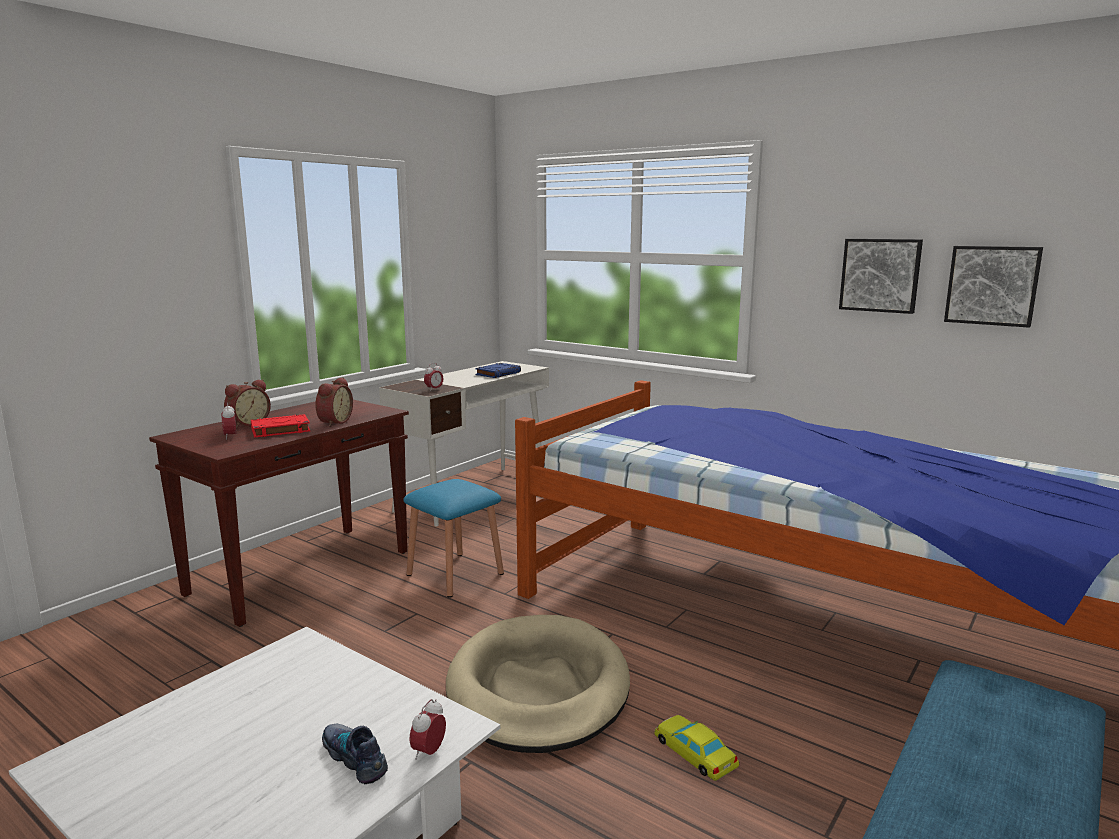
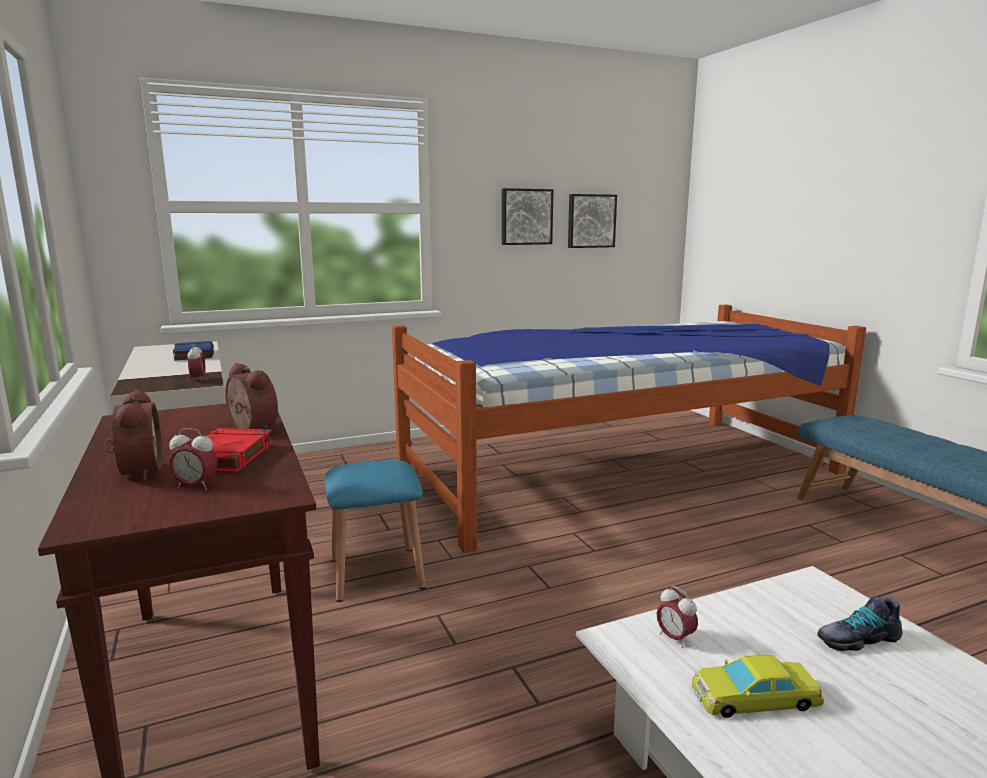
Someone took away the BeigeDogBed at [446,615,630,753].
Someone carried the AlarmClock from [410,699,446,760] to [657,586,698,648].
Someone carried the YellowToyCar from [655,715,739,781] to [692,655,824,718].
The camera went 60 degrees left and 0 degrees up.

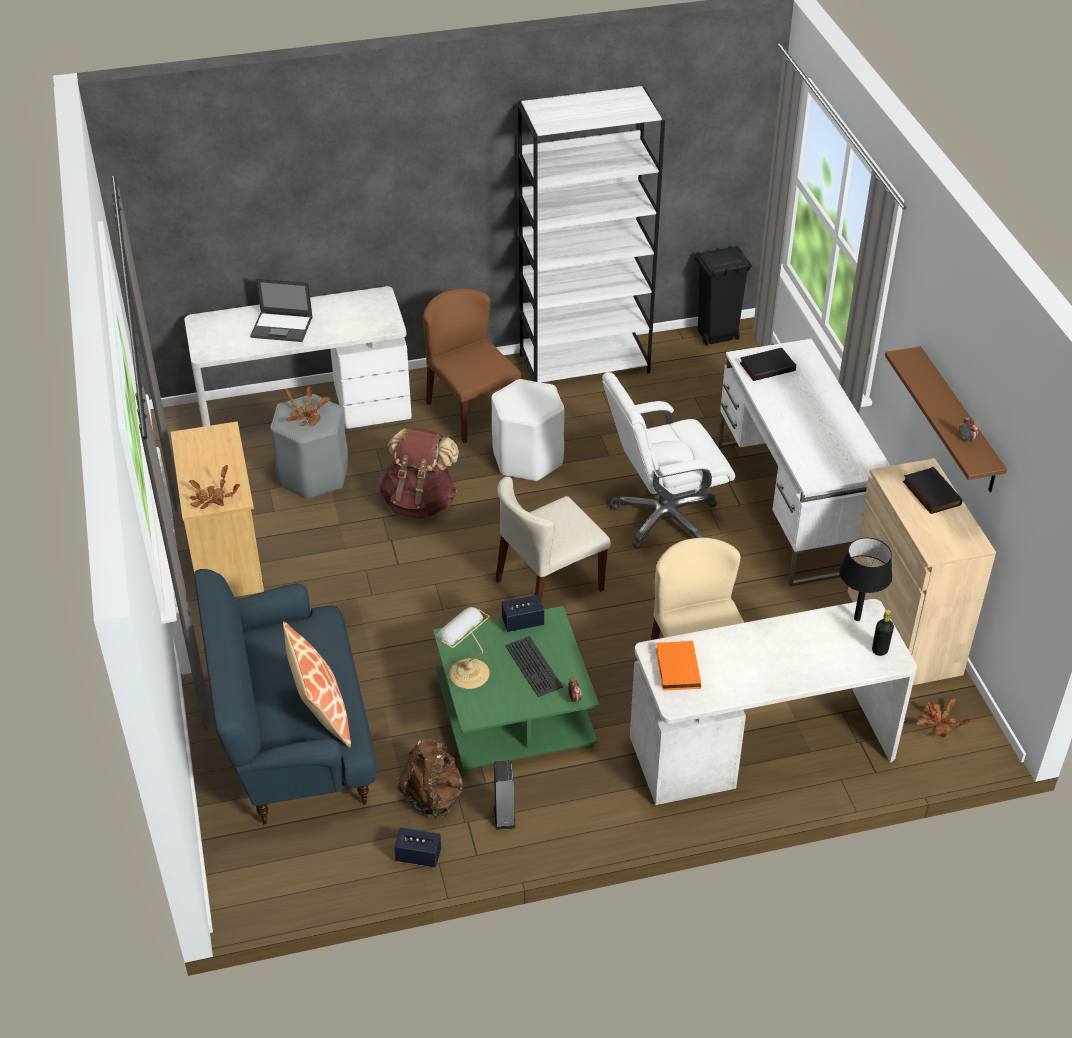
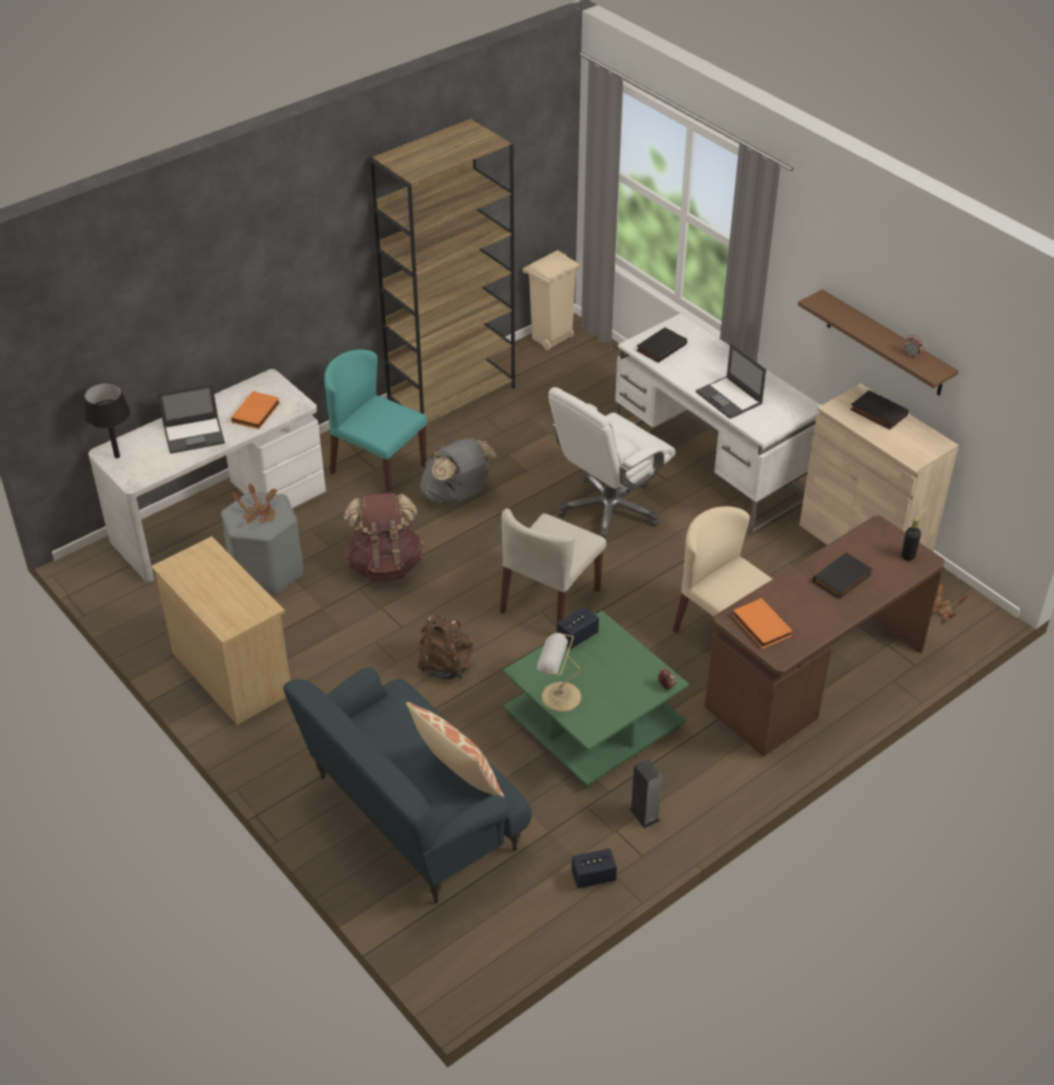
Someone repainted the WhiteBookcase at [518,86,665,383], which became the BrownBookcase at [370,118,515,423].
Someone repainted the BlackTrashCan at [694,246,752,346], which became the BeigeTrashCan at [523,250,580,350].
Someone repainted the BrownChair at [423,288,521,443], which became the TurquoiseChair at [324,349,427,493].
Someone swapped the WhiteStool at [491,379,564,482] for the GreyBackpack at [420,438,497,505].
Someone took away the PottedPlant at [188,465,240,509].
Someone carried the BlackTableLamp from [839,538,892,621] to [85,382,130,458].
Someone repainted the WhiteDesk at [630,599,917,805], which became the BrownDesk at [704,516,945,757].
Someone took away the Keyboard at [505,636,563,697].
Someone carried the BrownBackpack from [397,739,463,819] to [418,614,473,679].
Someone put down the Laptop at [696,343,766,419].
Someone put down the OrangeBook at [231,391,280,429].
Someone put down the BlackBook at [813,552,872,599].
The camera went 25 degrees left and 0 degrees up.

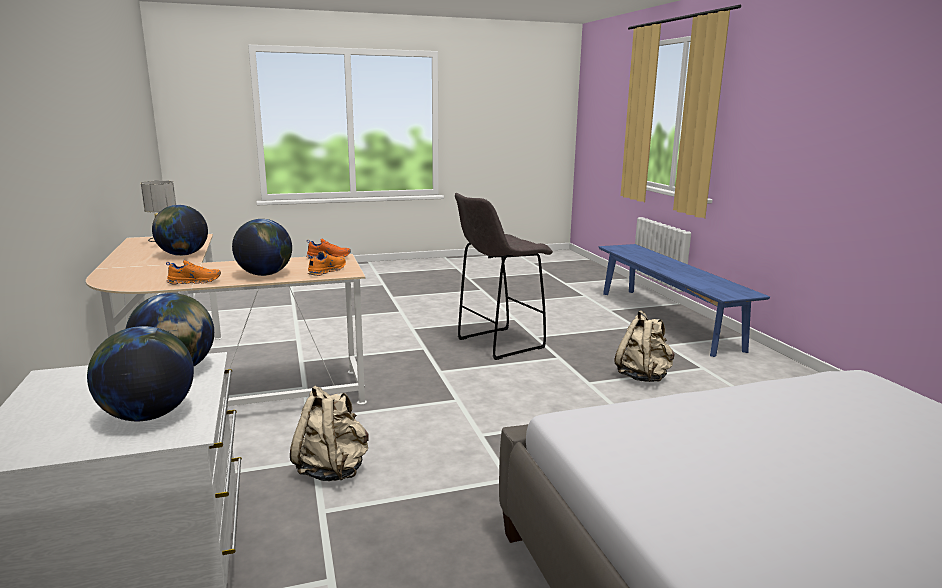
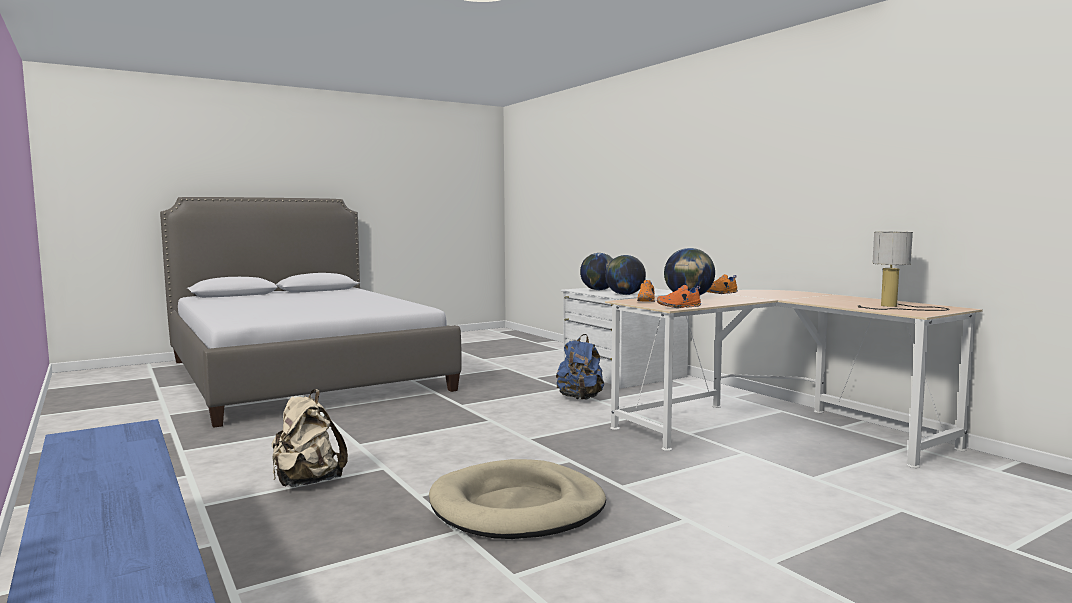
Someone swapped the GreyStool at [455,193,553,360] for the BeigeDogBed at [429,459,606,539].
Someone took away the Globe at [152,205,208,256].
Someone repainted the BeigeBackpack at [290,386,369,481], which became the BlueBackpack at [556,334,604,400].
The camera went 165 degrees right and 10 degrees down.

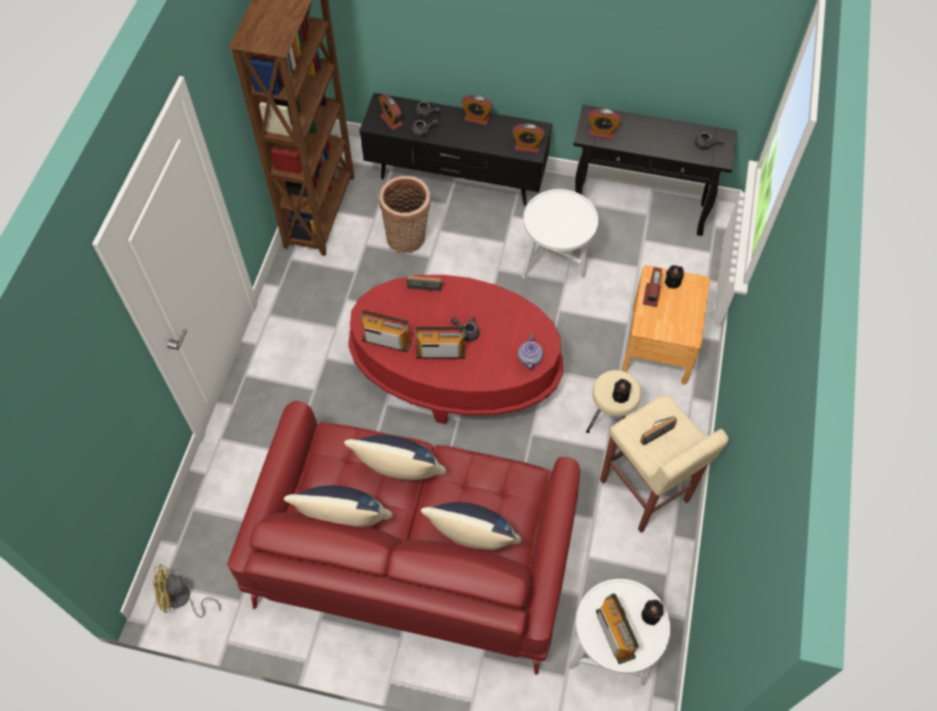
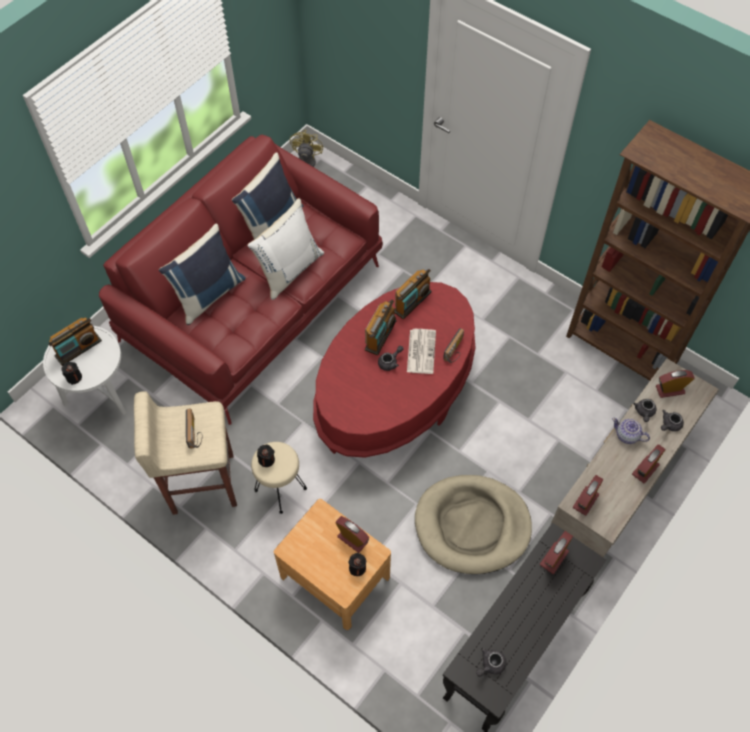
Someone repainted the BlackTvStand at [359,93,553,205], which became the BeigeTvStand at [550,358,719,557].
Someone took away the Basket at [379,176,431,253].
Someone swapped the WhiteSideTable at [522,189,598,279] for the BeigeDogBed at [415,475,532,574].
Someone carried the Teapot from [518,334,543,369] to [612,418,650,444].
Someone repainted the BluePillow at [344,435,446,480], which became the WhitePillow at [247,198,324,300].
Someone rotated the Radio at [596,594,639,664] by 45 degrees counterclockwise.
Someone put down the Newspaper at [407,329,436,374].
The camera went 115 degrees right and 0 degrees up.

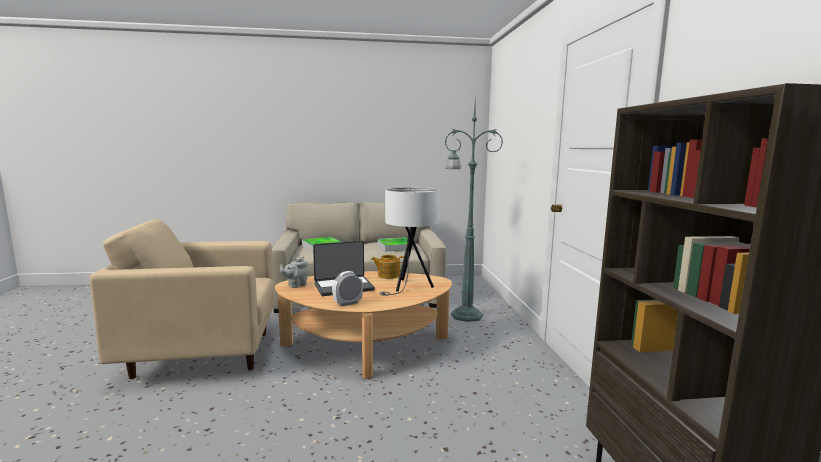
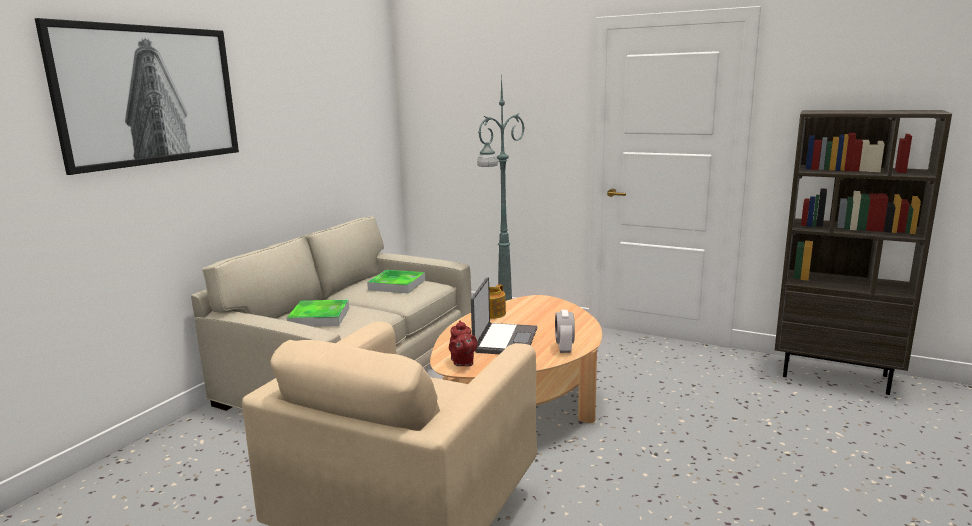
Someone took away the WhiteTableLamp at [379,187,439,296].
Someone repainted the GreyTeapot at [280,257,308,288], which became the RedTeapot at [449,321,478,367].
Someone put up the Picture at [35,18,239,175].
The camera went 55 degrees left and 5 degrees up.

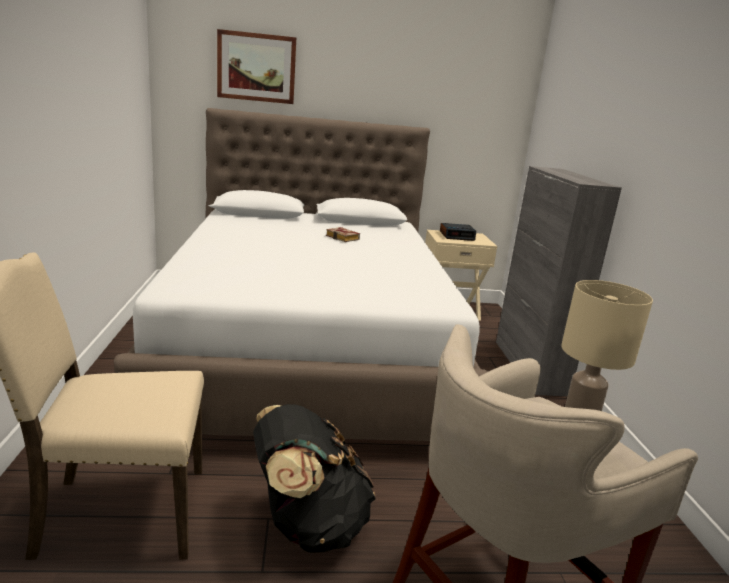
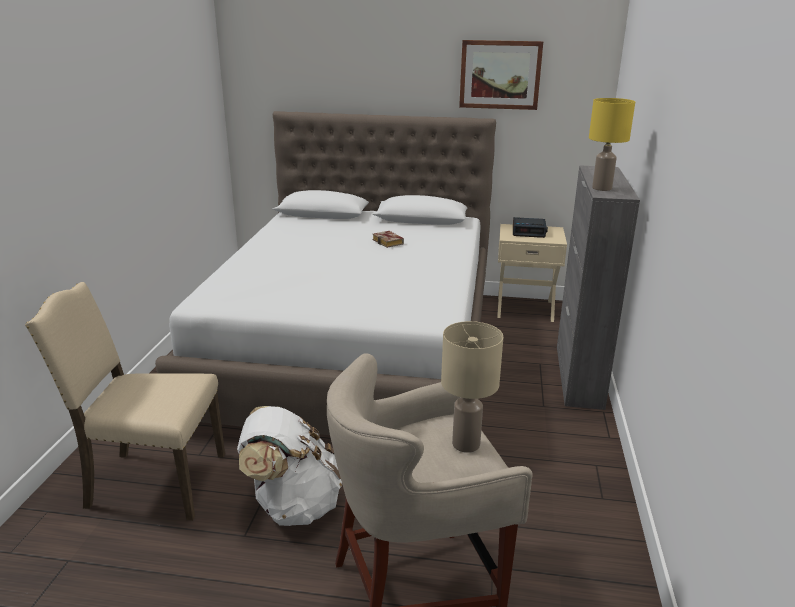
Someone carried the Picture from [217,29,296,104] to [459,40,543,110].
Someone repainted the BlackBackpack at [253,404,376,553], which became the WhiteBackpack at [237,406,342,526].
Someone put down the YellowTableLamp at [589,98,635,191].
The camera went 15 degrees right and 5 degrees up.

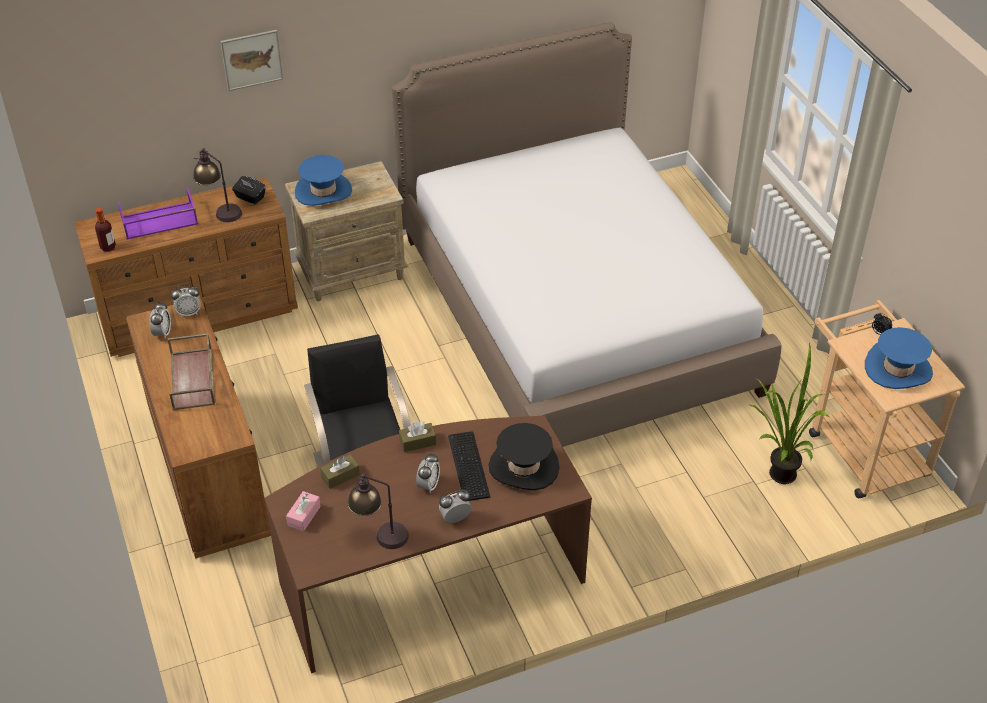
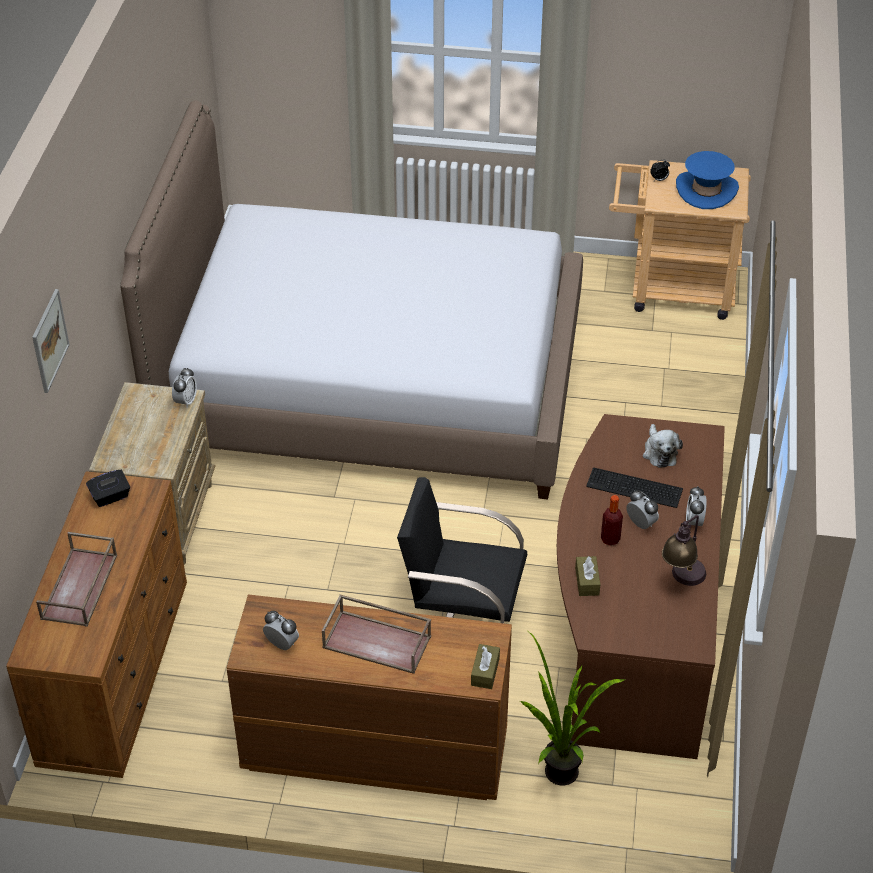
Someone took away the TableLamp at [193,148,242,222].
Someone took away the BlueHat at [295,155,352,206].
Someone repainted the PurpleTray at [118,187,198,239], which became the BrownTray at [36,532,117,627].
Someone carried the Bottle from [95,208,116,252] to [601,495,623,546].
Someone carried the AlarmClock from [171,285,201,317] to [172,367,197,408].
Someone carried the PottedPlant from [750,343,829,484] to [520,632,625,785].
Someone carried the BrownTissueBox from [399,421,436,452] to [471,644,500,689].
Someone swapped the BlackHat at [489,423,559,490] for the PlushToy at [643,424,683,468].
Someone took away the PinkTissueBox at [286,491,321,531].
The camera went 60 degrees left and 0 degrees up.

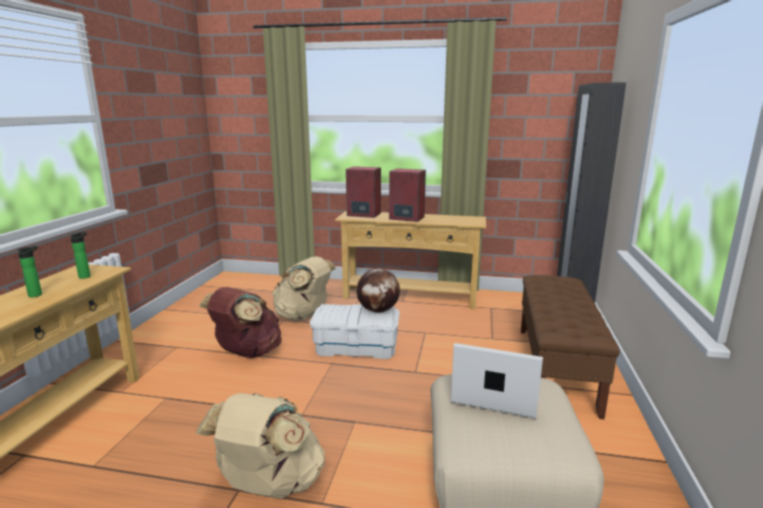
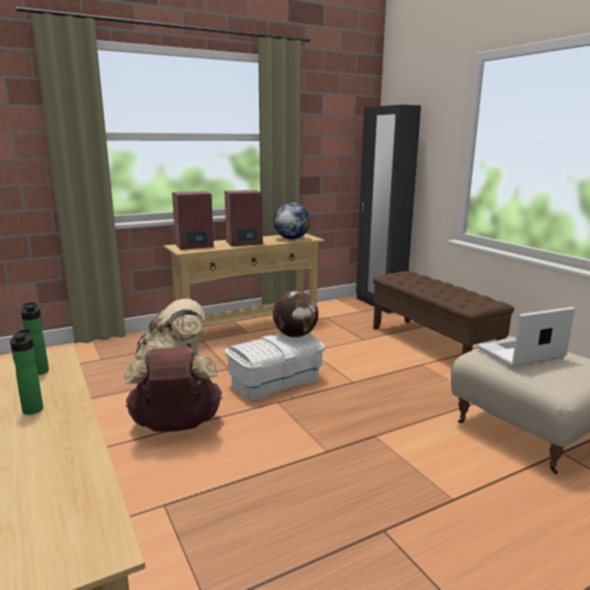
Someone took away the BeigeBackpack at [196,393,325,499].
Someone put down the Globe at [274,202,310,239].
The camera went 40 degrees left and 0 degrees up.

